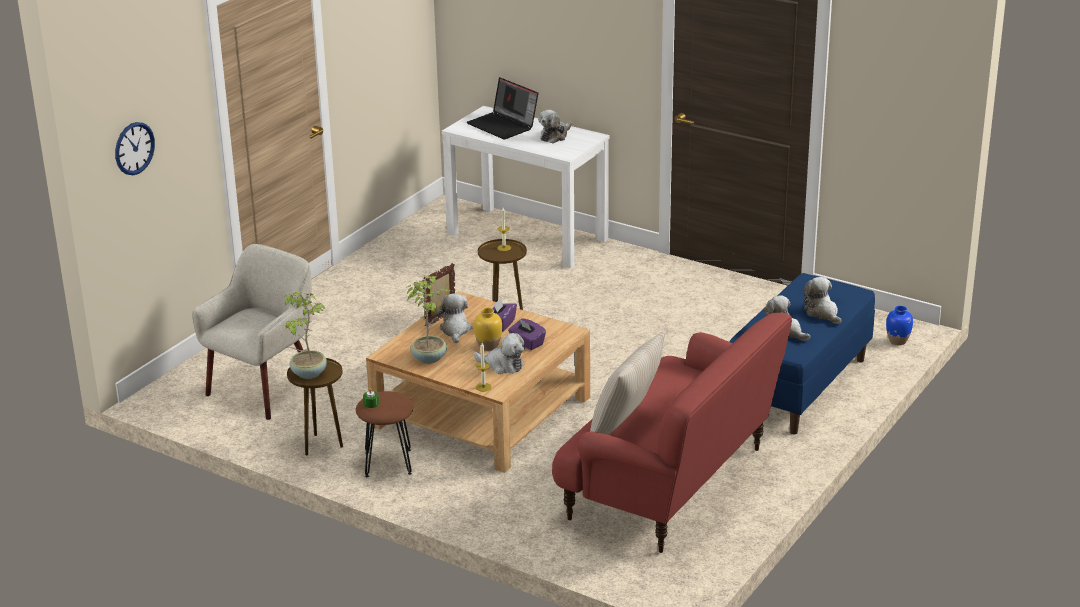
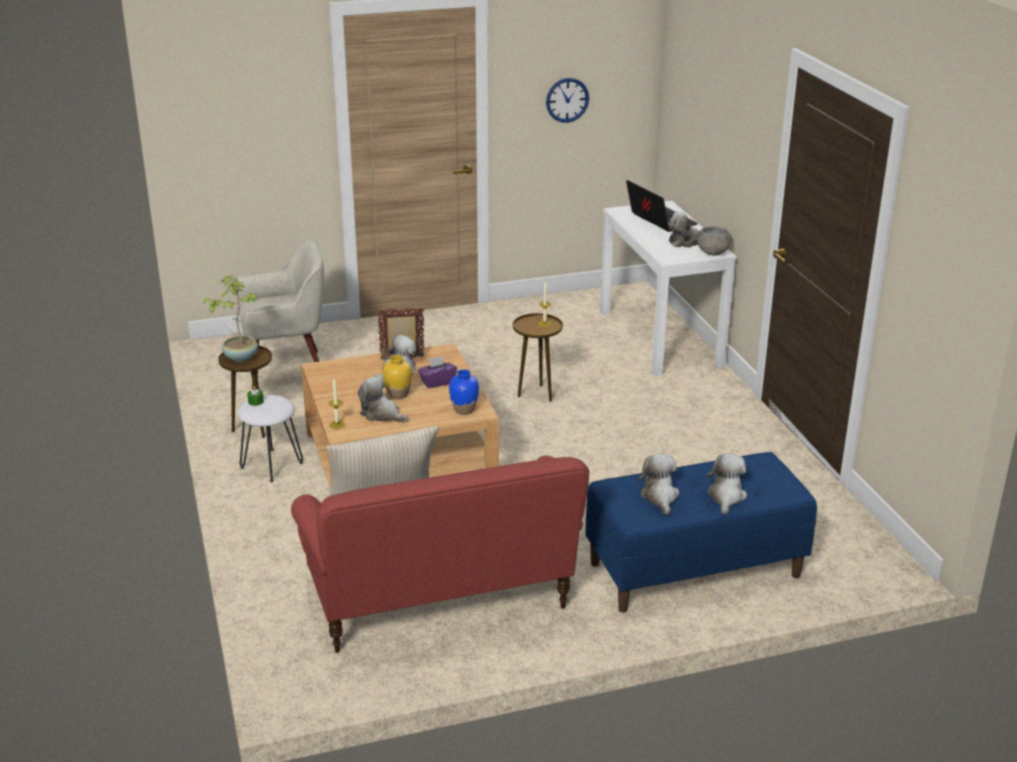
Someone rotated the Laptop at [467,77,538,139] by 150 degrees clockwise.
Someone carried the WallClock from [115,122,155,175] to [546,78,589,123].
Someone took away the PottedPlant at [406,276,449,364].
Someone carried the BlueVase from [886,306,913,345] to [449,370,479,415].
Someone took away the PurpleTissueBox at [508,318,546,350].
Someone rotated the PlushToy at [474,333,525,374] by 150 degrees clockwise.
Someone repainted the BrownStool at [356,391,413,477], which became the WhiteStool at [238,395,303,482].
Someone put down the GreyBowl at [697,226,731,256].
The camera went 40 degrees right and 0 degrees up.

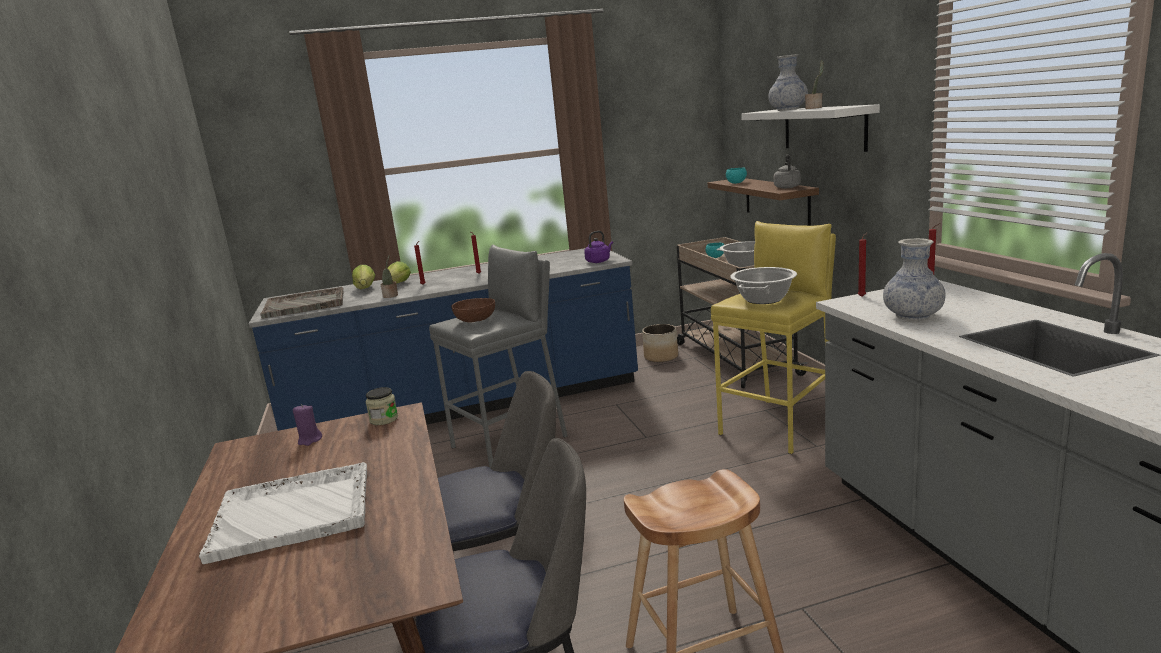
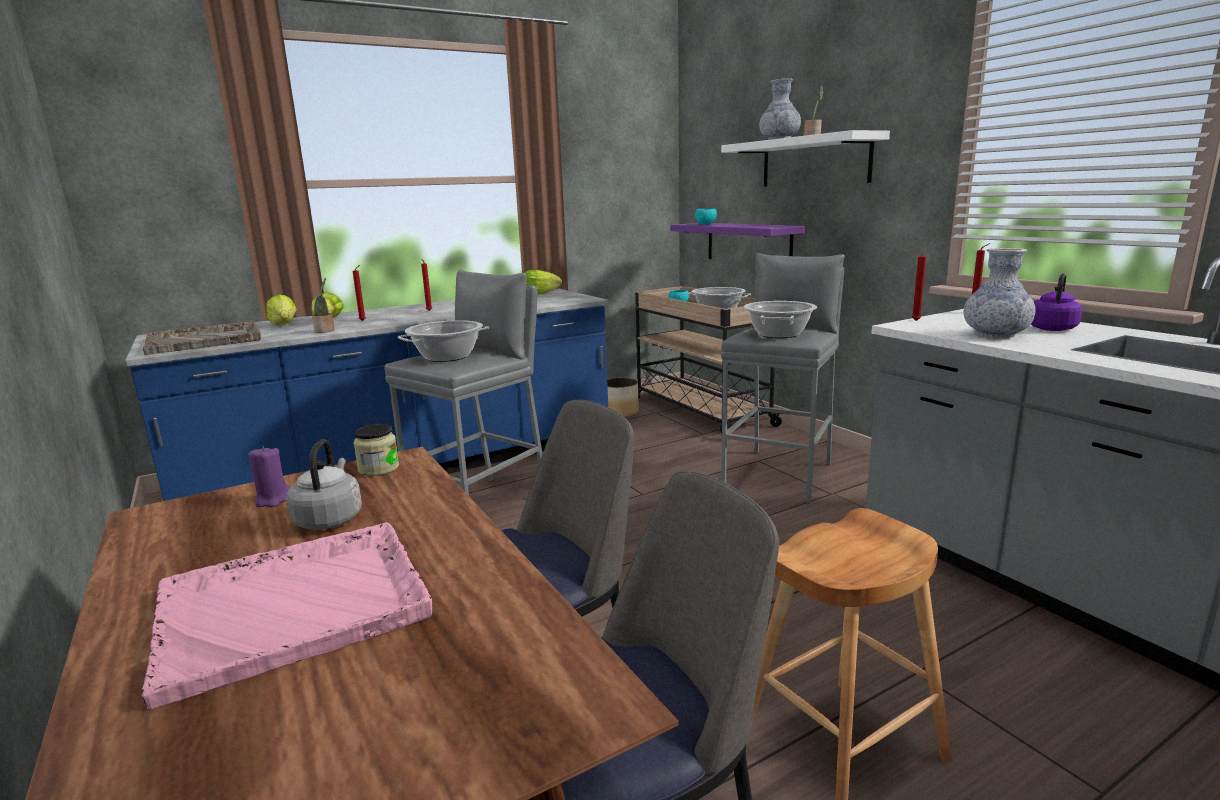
Someone carried the GreyKettle from [774,154,801,189] to [286,439,362,530].
Someone repainted the BrownShelf at [708,178,819,226], which became the PurpleShelf at [670,223,805,259].
Someone repainted the YellowStool at [711,221,836,454], which became the GreyStool at [721,253,845,504].
Someone carried the PurpleKettle from [584,231,613,263] to [1031,273,1082,331].
Someone swapped the BrownBowl at [451,298,495,323] for the CookingPot at [398,320,489,362].
Someone repainted the WhiteTray at [199,462,367,564], which became the PinkTray at [141,522,432,710].
Someone put down the Lettuce at [525,270,562,294].
The camera went 15 degrees left and 0 degrees up.

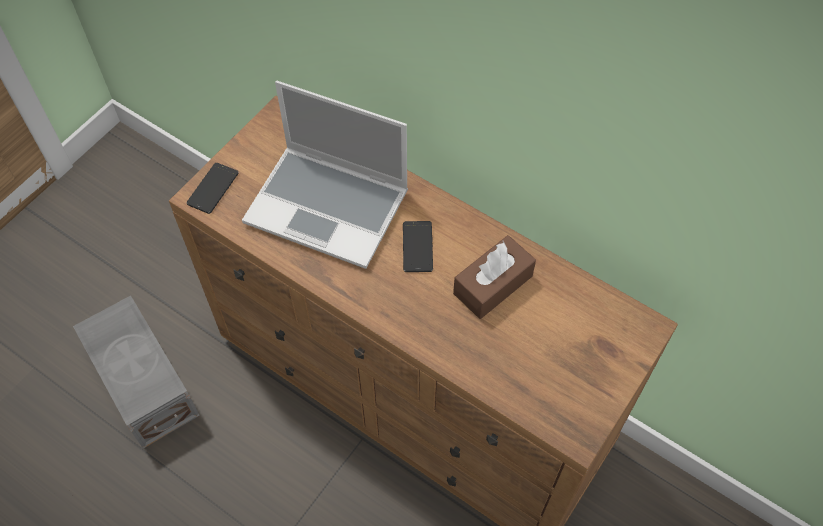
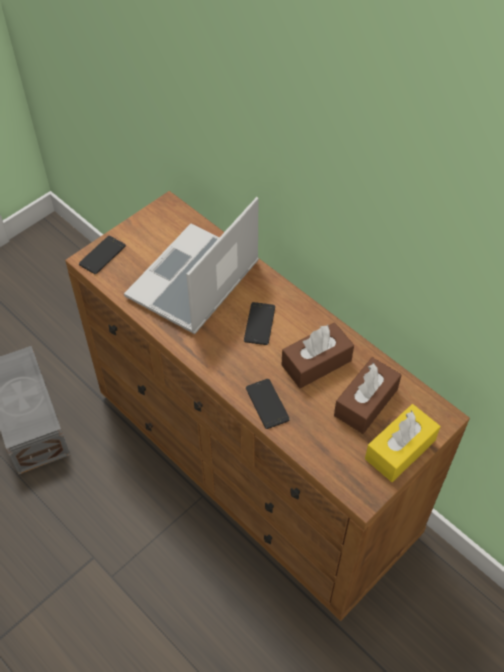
Someone rotated the Laptop at [242,81,408,269] by 90 degrees clockwise.
Someone put down the BrownTissueBox at [334,357,401,434].
Someone put down the Phone at [246,379,290,429].
Someone put down the YellowTissueBox at [365,404,440,482].
The camera went 10 degrees right and 5 degrees down.

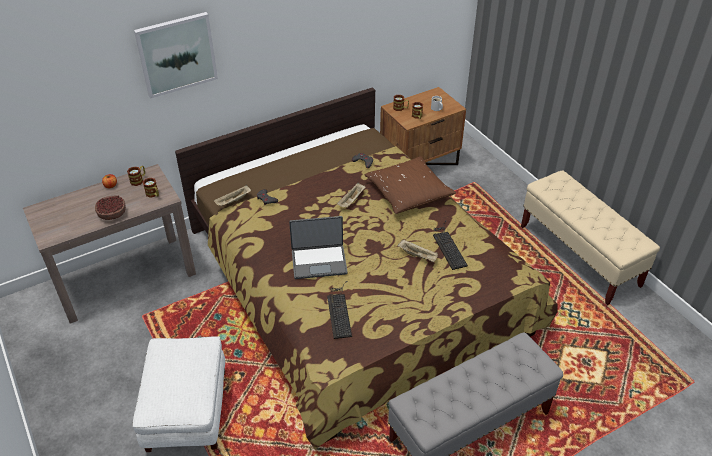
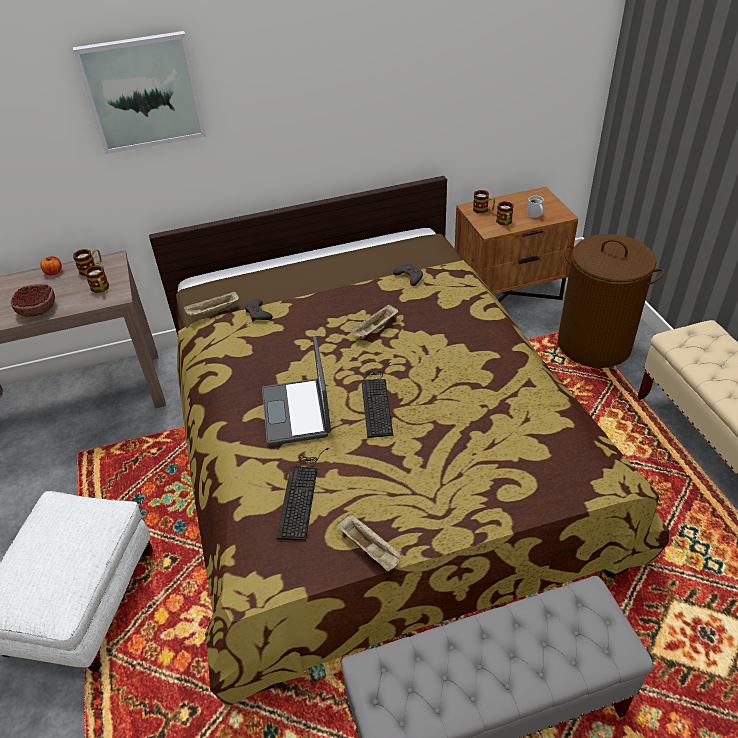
Someone took away the BrownPillow at [364,157,456,214].
Someone rotated the Laptop at [289,216,348,279] by 75 degrees clockwise.
Someone carried the Keyboard from [433,221,468,270] to [361,362,393,438].
Someone carried the BeigeTray from [398,239,438,262] to [337,514,402,571].
Someone put down the BrownLaundryBasket at [558,234,665,368].
The camera went 15 degrees right and 0 degrees up.

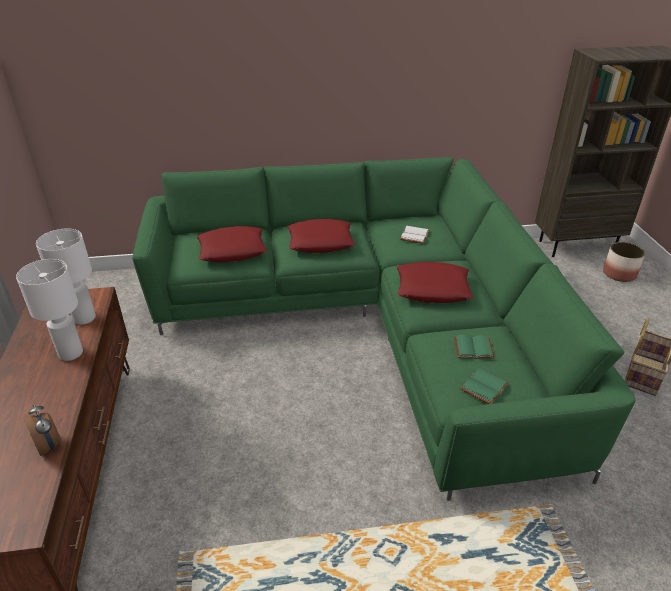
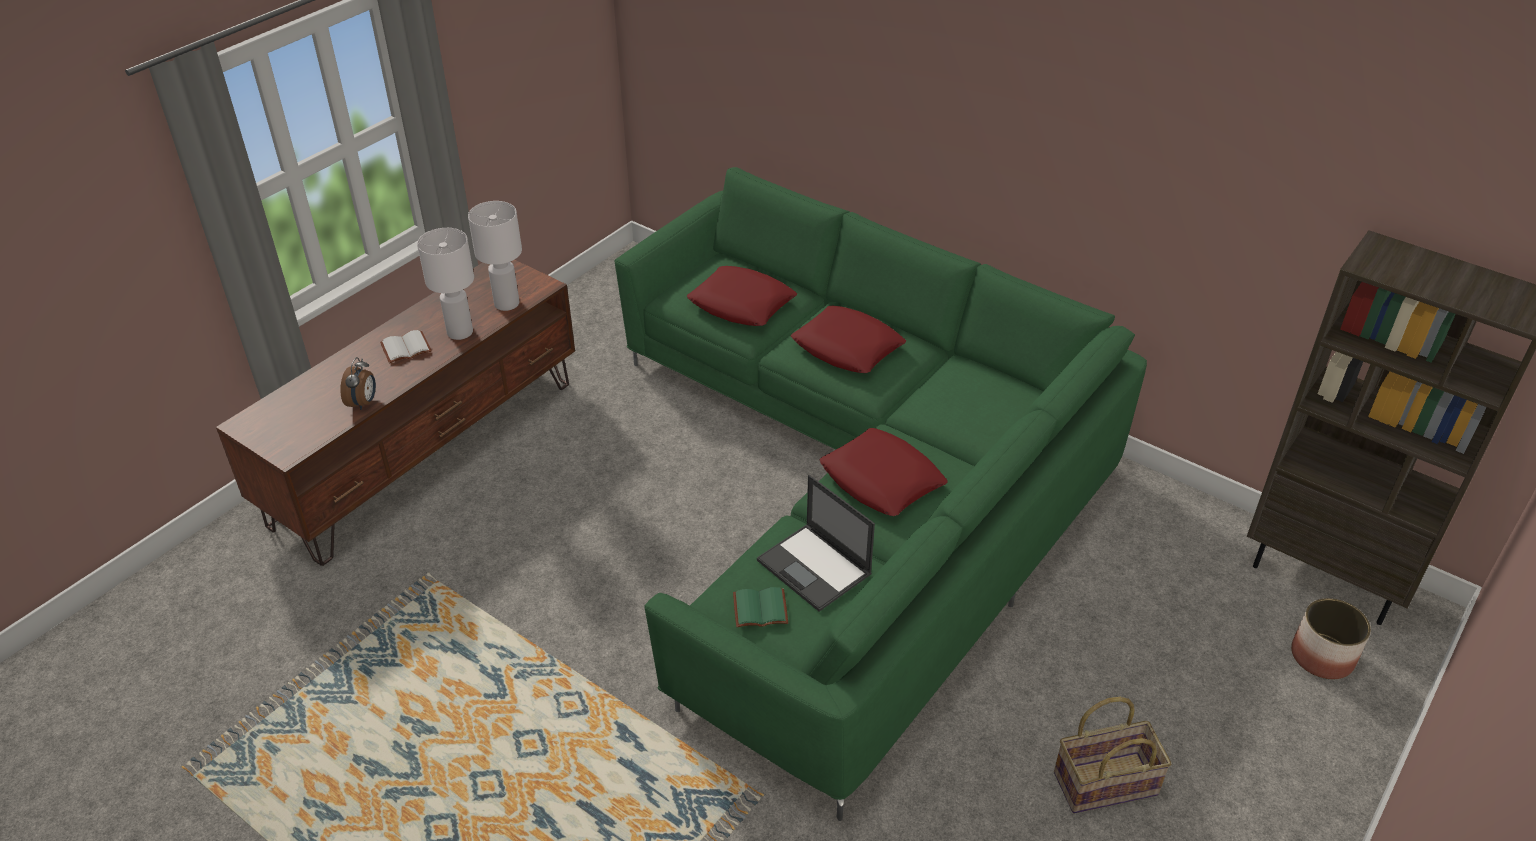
Someone carried the WhiteBook from [400,226,429,244] to [380,330,432,364].
Someone swapped the GreenBook at [454,335,494,359] for the Laptop at [757,475,875,612].
The camera went 45 degrees right and 5 degrees up.

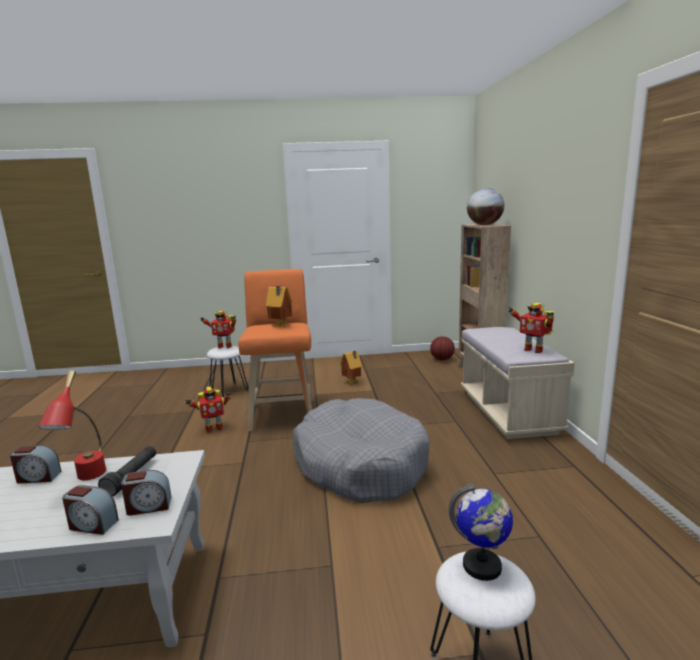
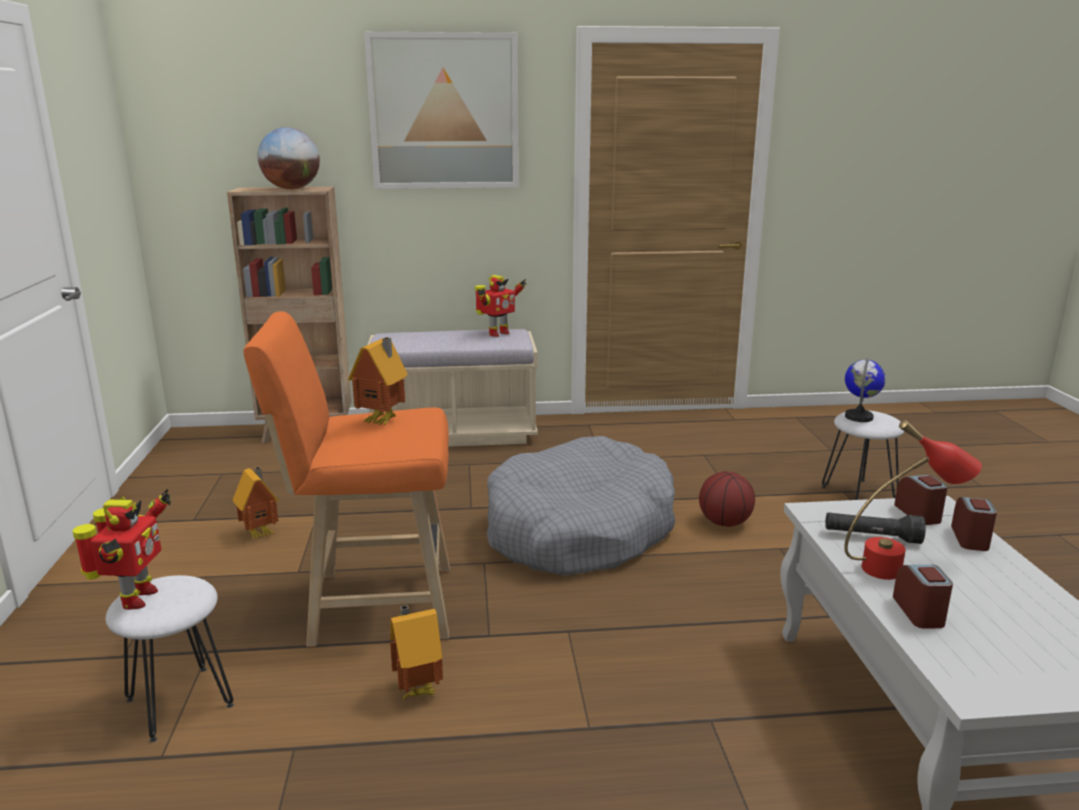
Someone carried the Basketball from [430,336,455,361] to [699,471,755,527].
Someone swapped the ToyRobot at [185,387,232,433] for the ToyHouse at [390,605,443,700].
Someone put up the Picture at [364,32,519,189].
The camera went 90 degrees left and 5 degrees up.

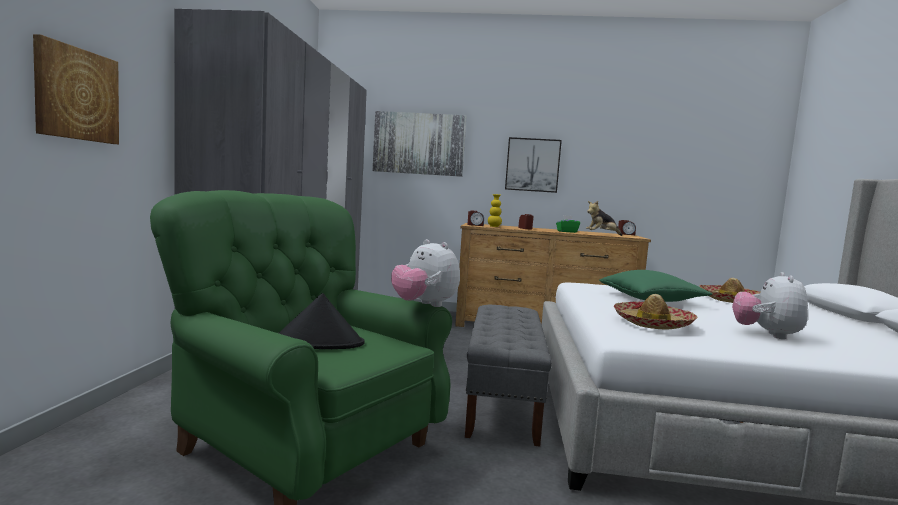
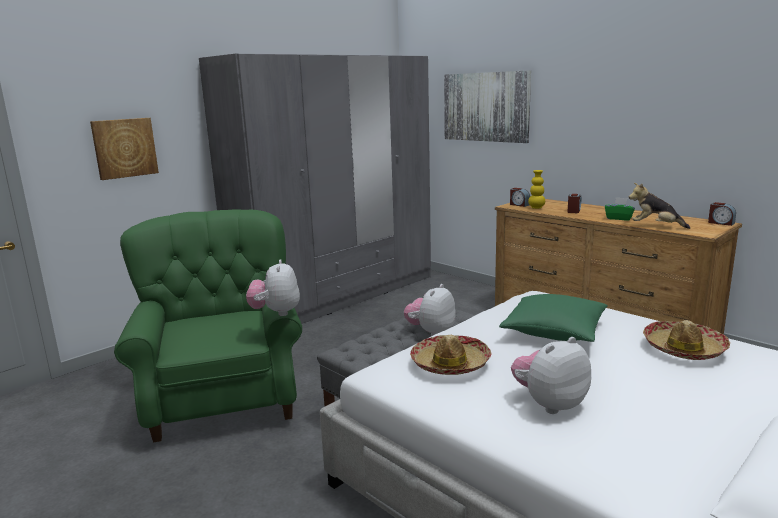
Someone took away the Picture at [505,137,562,193].
Someone took away the BlackHat at [279,293,365,349].
Someone put down the PlushToy at [404,284,456,336].
The camera went 40 degrees right and 10 degrees up.

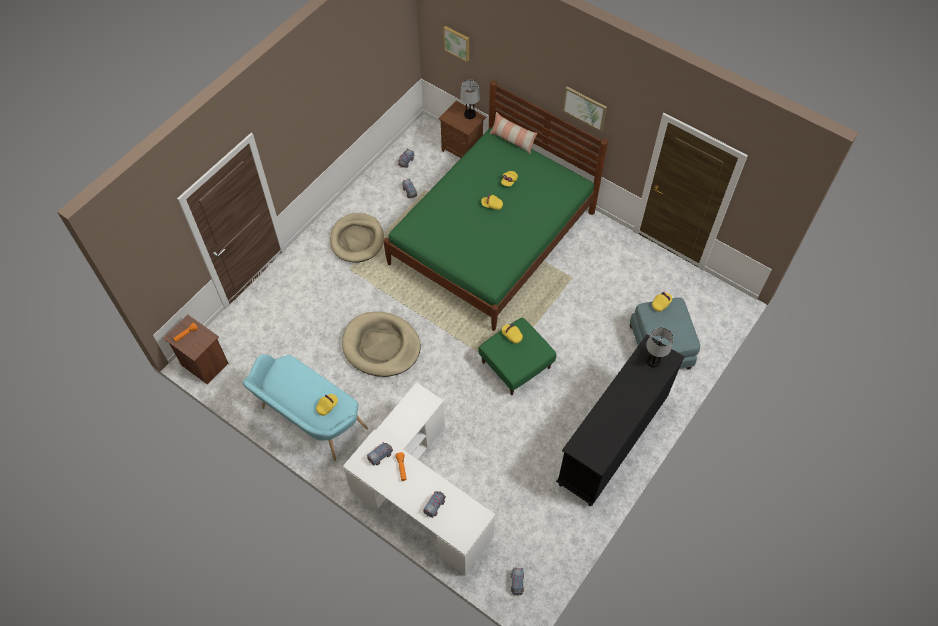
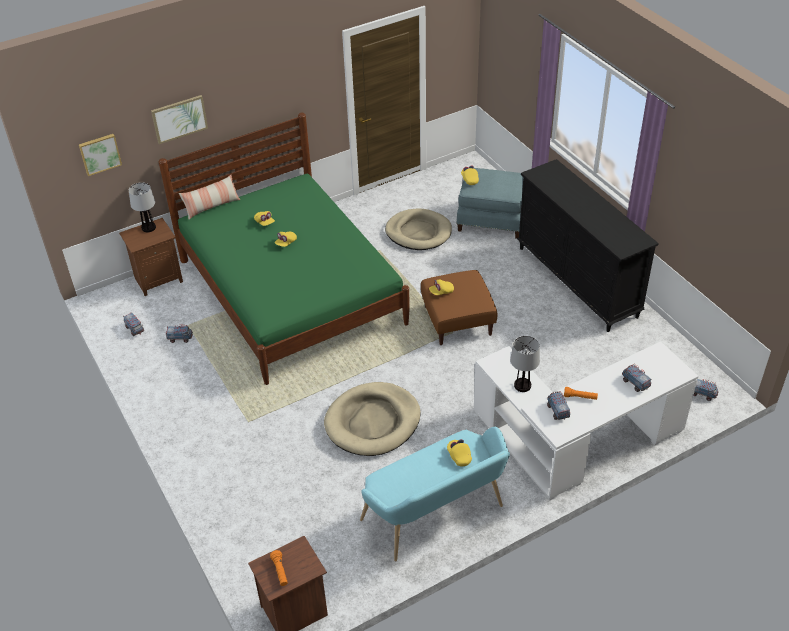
Someone carried the Picture from [563,87,607,132] to [151,95,208,144].
Someone carried the BeigeDogBed from [330,213,384,263] to [385,208,452,250].
Someone repainted the GreenOttoman at [478,317,556,395], which became the BrownOttoman at [421,270,497,345].
Someone carried the TableLamp from [646,327,673,368] to [510,336,540,392].
The camera went 65 degrees left and 15 degrees down.

